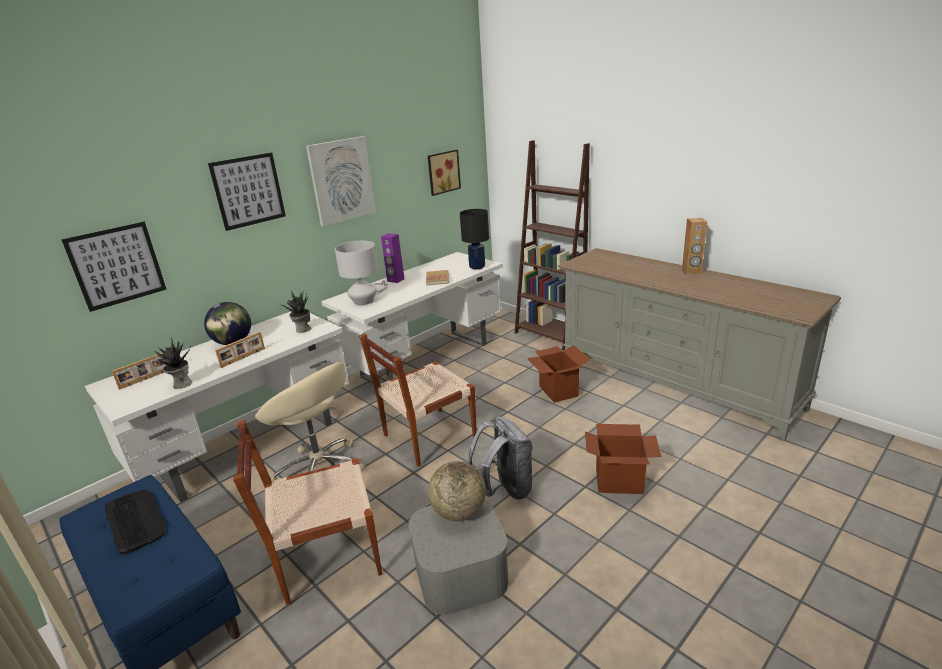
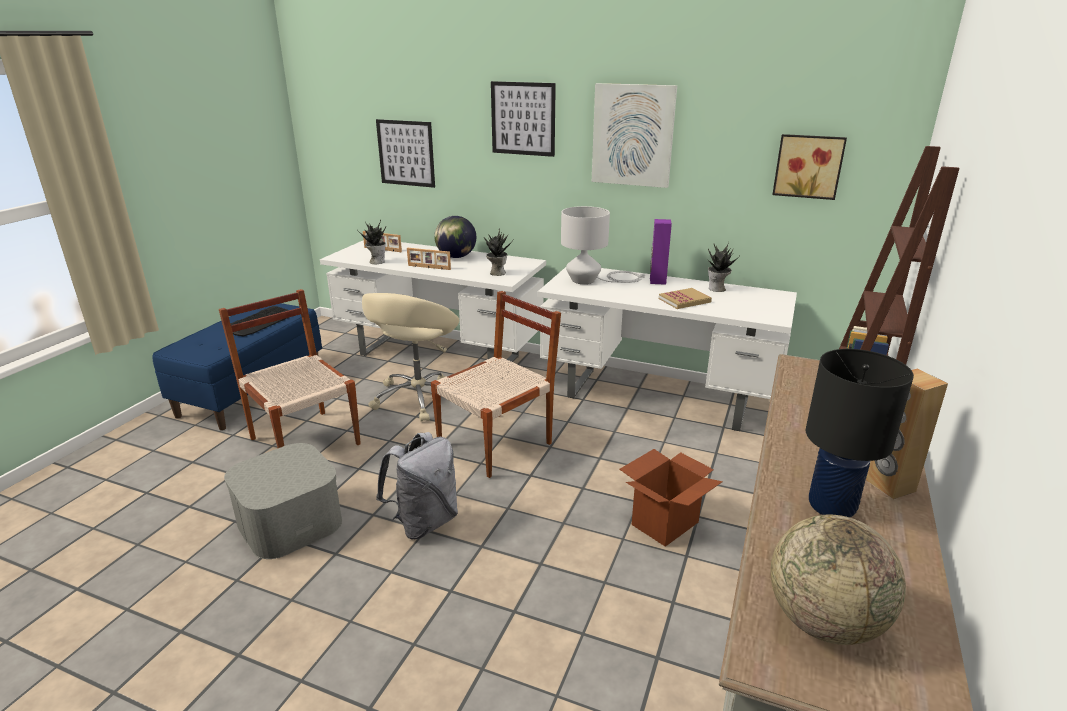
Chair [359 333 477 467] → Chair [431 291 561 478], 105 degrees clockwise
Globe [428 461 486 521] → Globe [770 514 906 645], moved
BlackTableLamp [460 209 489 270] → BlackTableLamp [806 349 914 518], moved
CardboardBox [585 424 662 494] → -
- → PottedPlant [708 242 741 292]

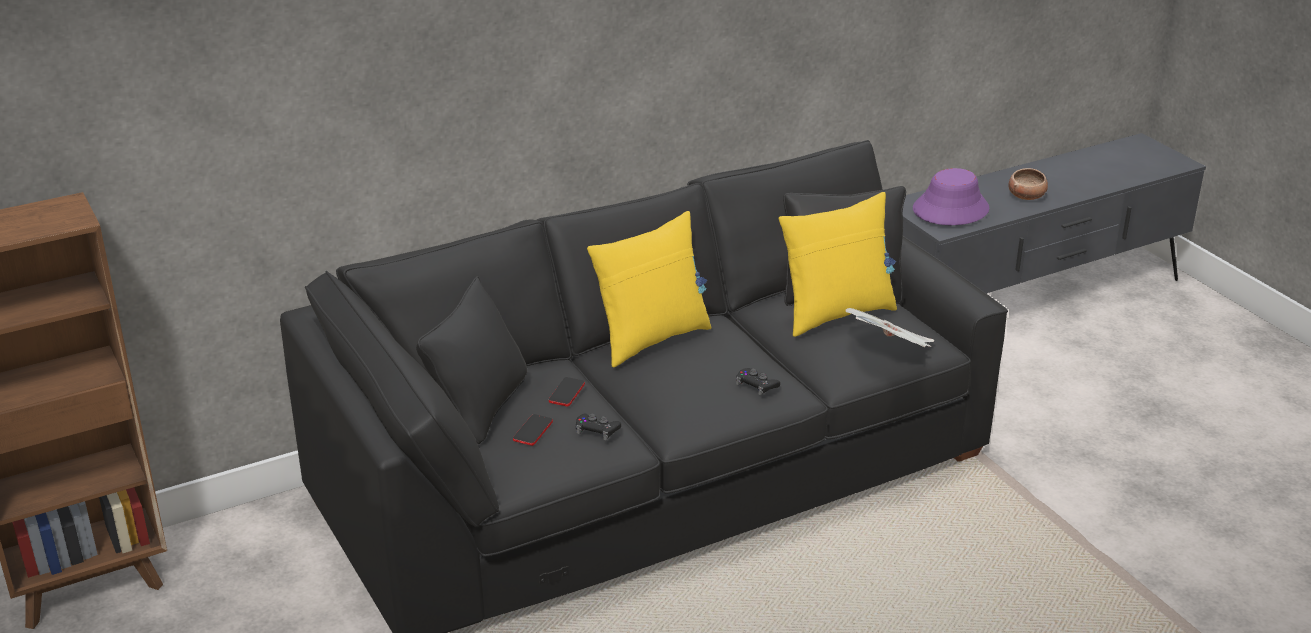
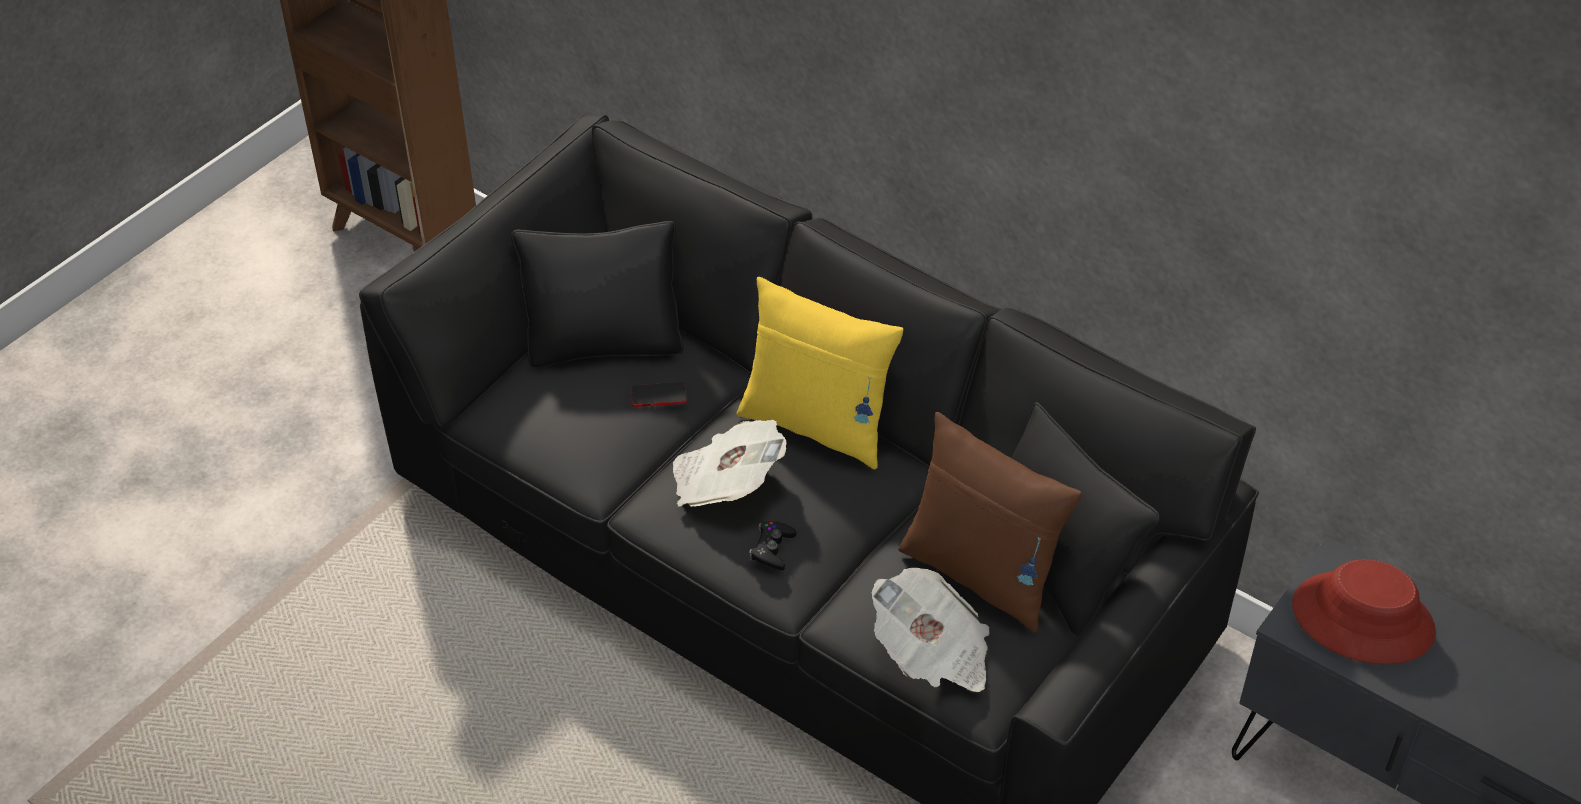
Phone [513 414 553 446] → -
BlackGameController [576 414 621 440] → -
YellowPillow [778 192 897 337] → BrownPillow [898 412 1082 633]
PurpleHat [913 168 990 225] → RedHat [1292 559 1436 664]
Bowl [1009 168 1048 200] → -
- → Newspaper [673 420 786 507]

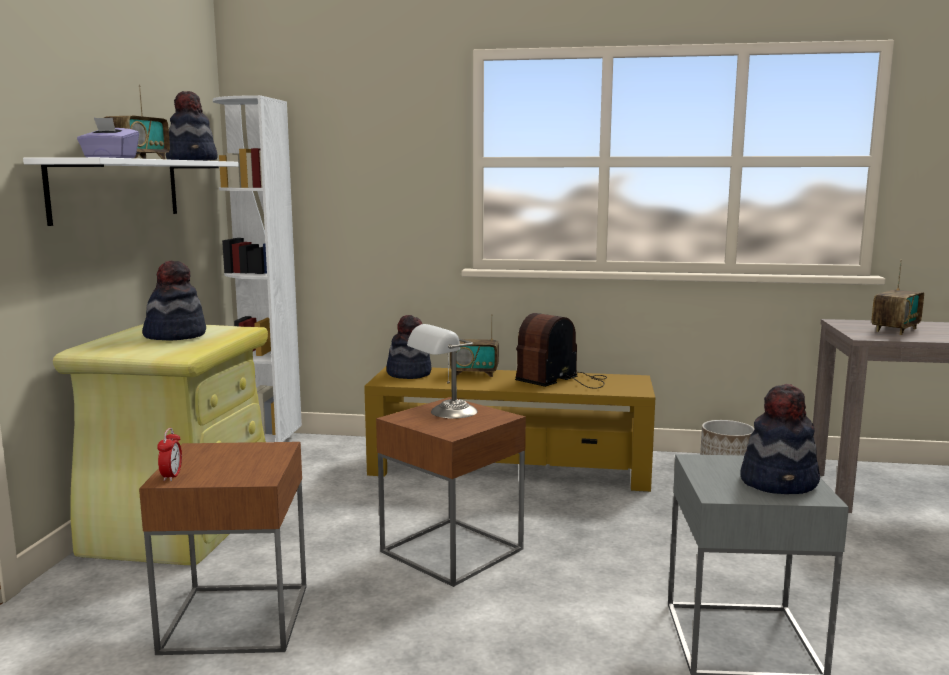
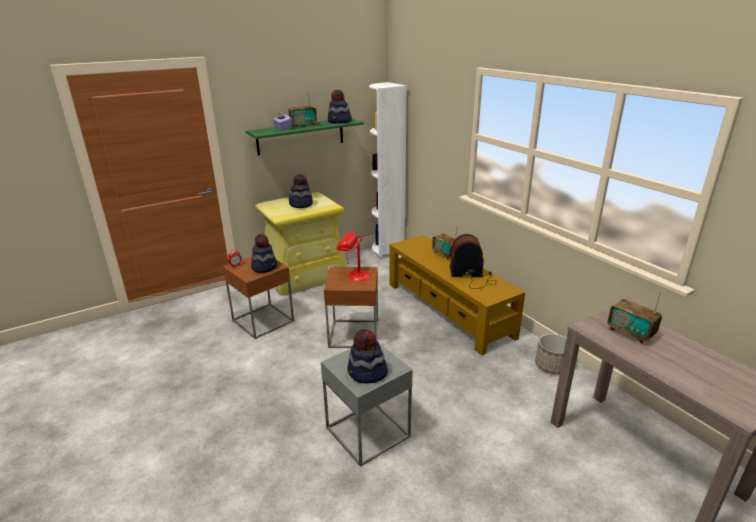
WhiteShelf [23 157 239 226] → GreenShelf [245 119 364 155]
Hat [386 315 432 379] → Hat [251 234 277 273], moved
WhiteTableLamp [407 324 478 419] → RedTableLamp [336 232 370 281]
Radio [872 260 924 335] → Radio [607 292 662 344], 45 degrees clockwise

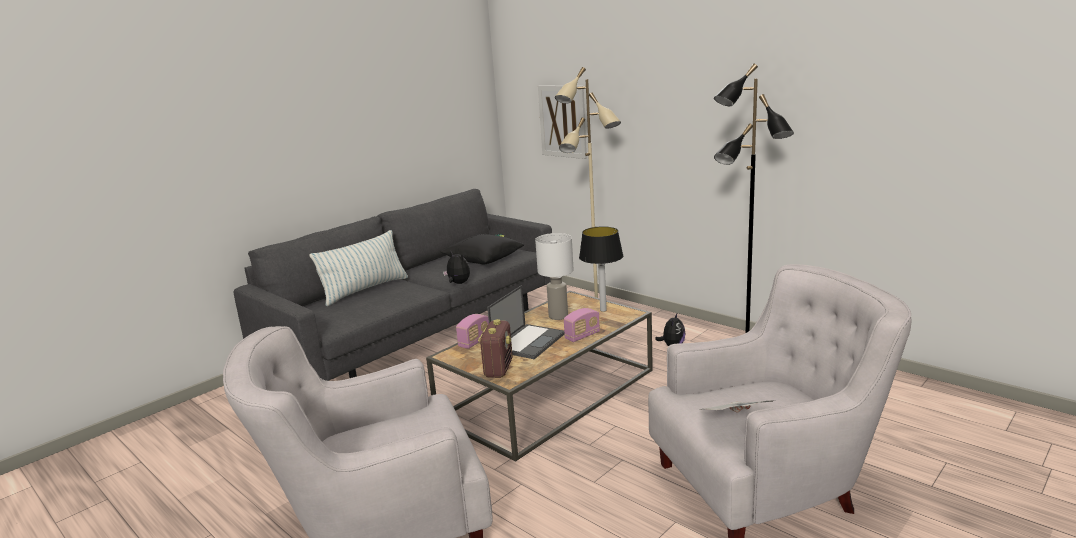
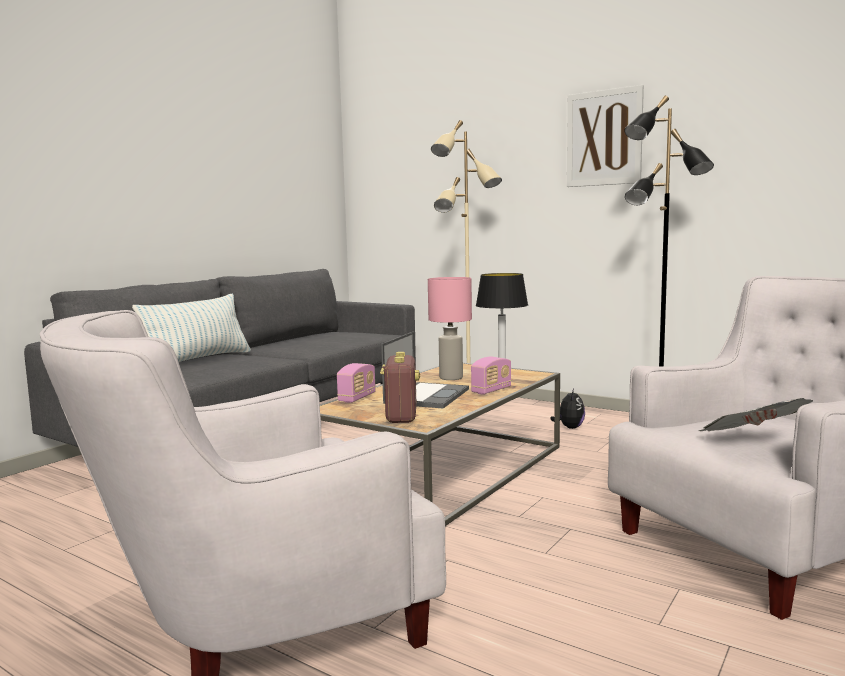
BlackPillow [441 234 524 264] → -
PlushToy [443 251 470 284] → -
WhiteTableLamp [535 233 574 320] → PinkTableLamp [428 277 472 380]
Picture [538 86 587 159] → Picture [567 85 644 187], moved

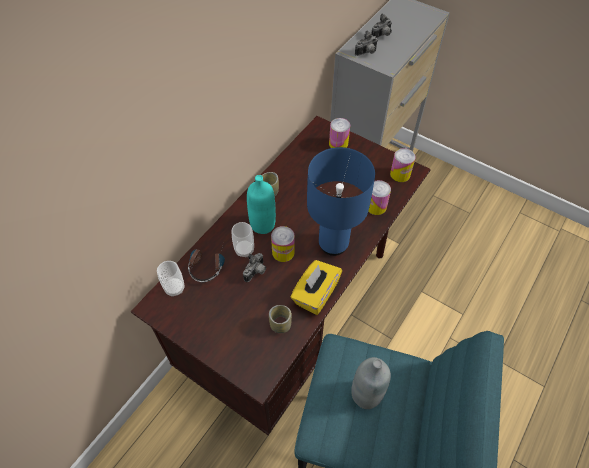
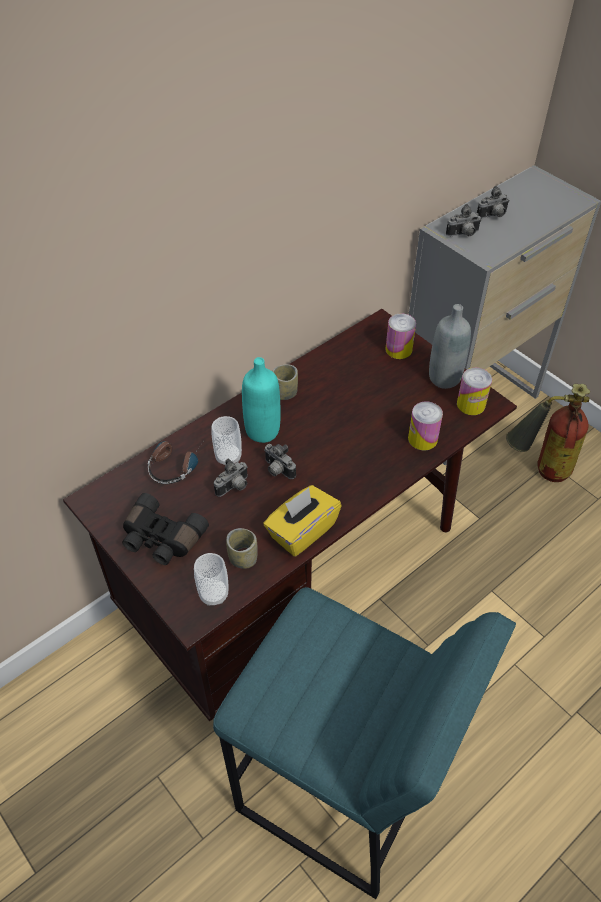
Cup [157 261 185 297] → Cup [194 553 228 606], moved
Can [271 226 295 262] → PhotoCamera [264 444 296 479]
BlueTableLamp [307 147 375 256] → -
GreyBottle [351 357 391 409] → GreyBottle [429 304 471 389], moved
- → BlackBinoculars [122 493 209 565]
- → FireExtinguisher [506 384 590 482]

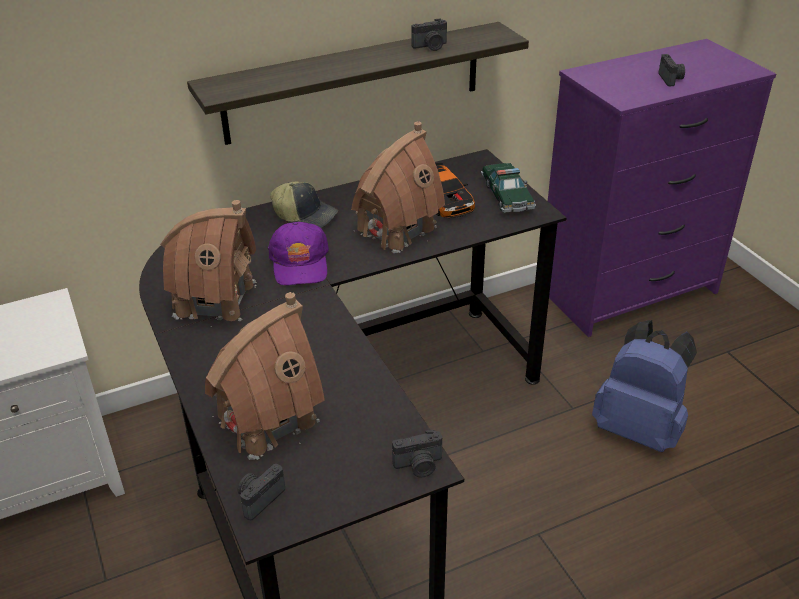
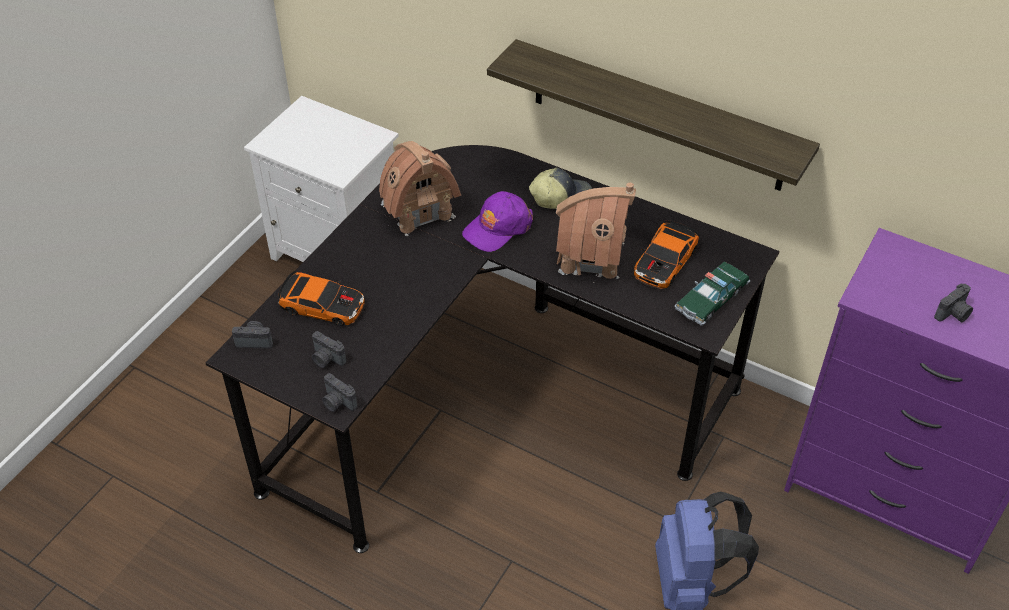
ToyHouse [205 292 325 460] → ToyCar [278 271 366 326]
Cap [270 181 338 228] → Cap [529 168 592 209], 90 degrees counterclockwise
PhotoCamera [411 18 447 51] → PhotoCamera [312 331 346 368], moved

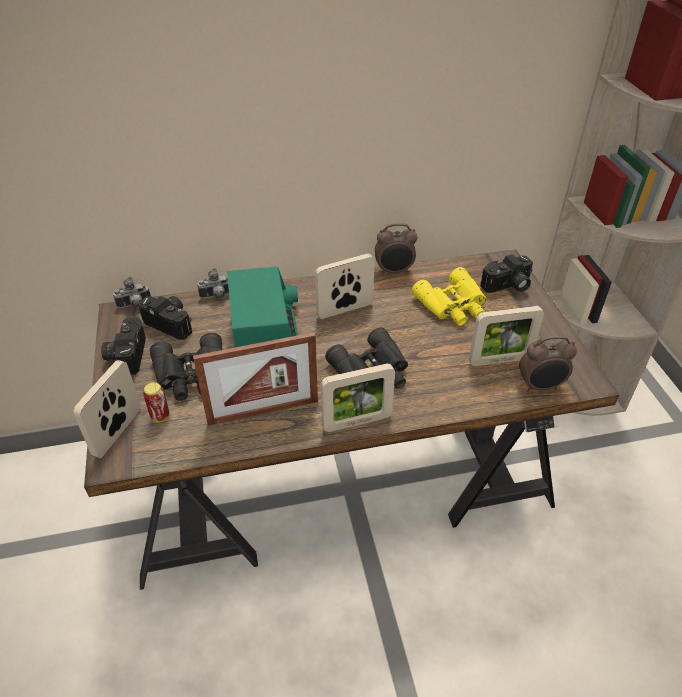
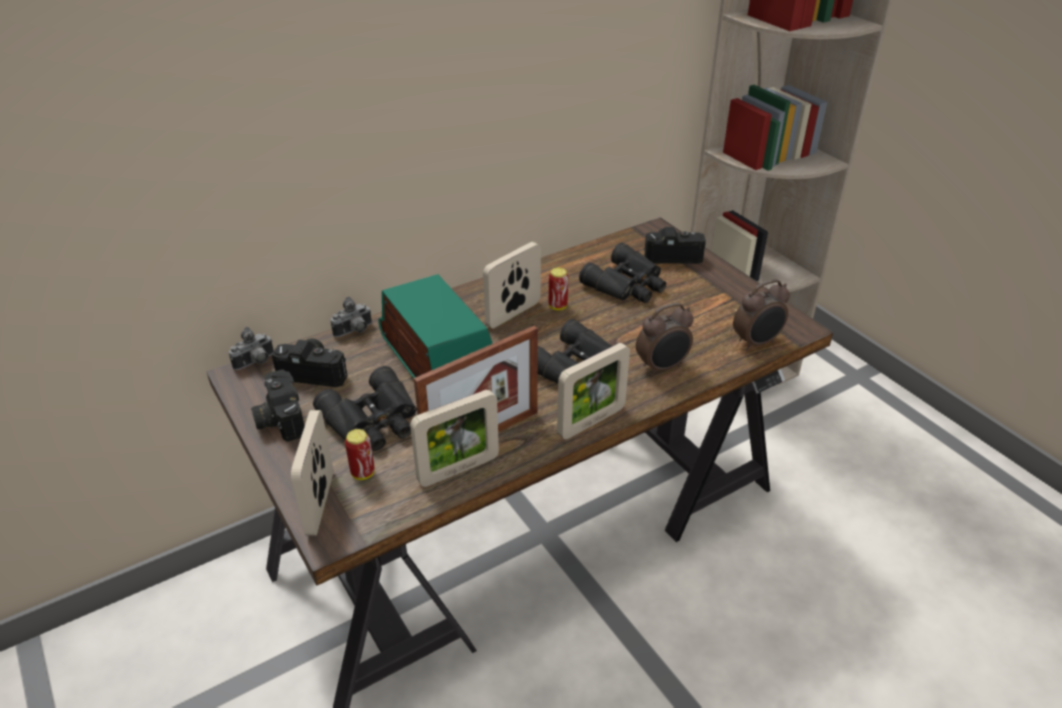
AlarmClock [375 223 418 275] → AlarmClock [636 303 694 376], moved
YellowBinoculars [412 267 486 326] → BlackBinoculars [579 243 666 303]
PictureFrame [469 306 544 366] → PictureFrame [410 390 499 487], moved
PhotoCamera [480 254 533 293] → PhotoCamera [644 227 706 264], 135 degrees counterclockwise
- → Can [549 268 568 310]

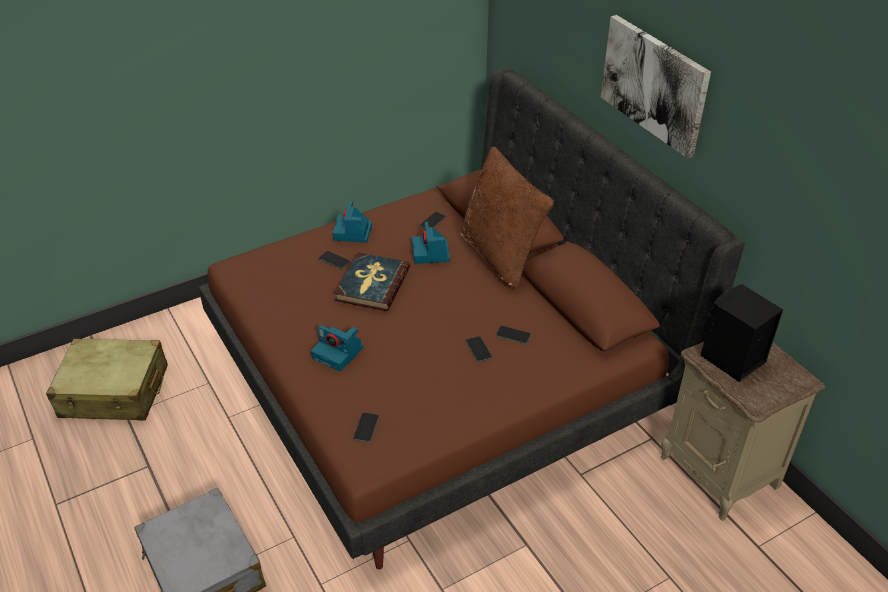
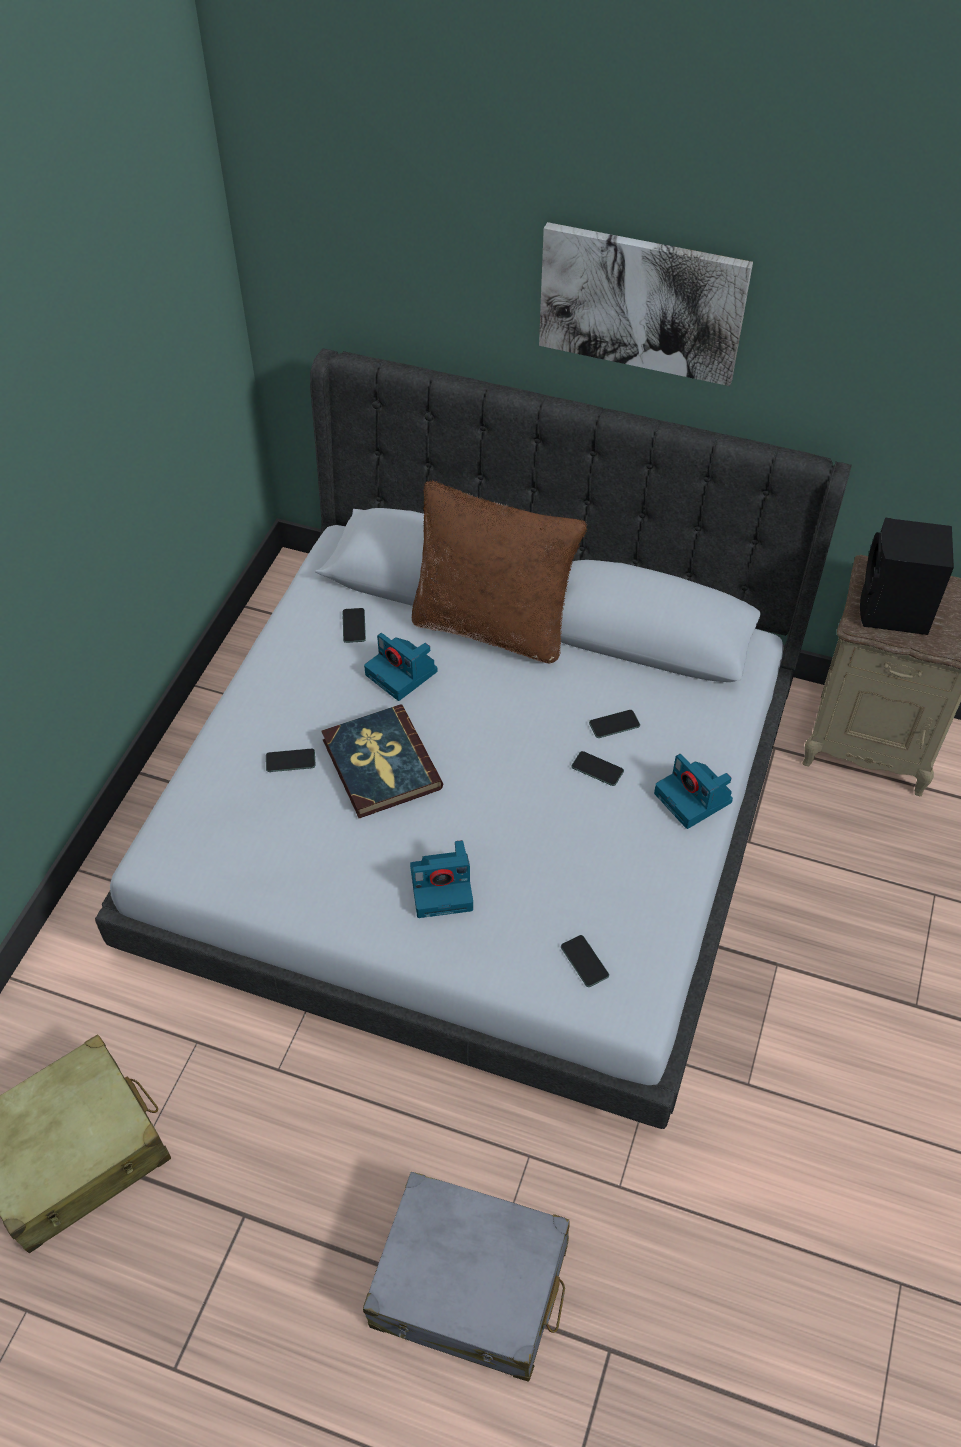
BrownBed [199 67 745 570] → GreyBed [95 348 852 1129]
PhotoCamera [332 201 372 243] → PhotoCamera [654 754 733 829], moved

